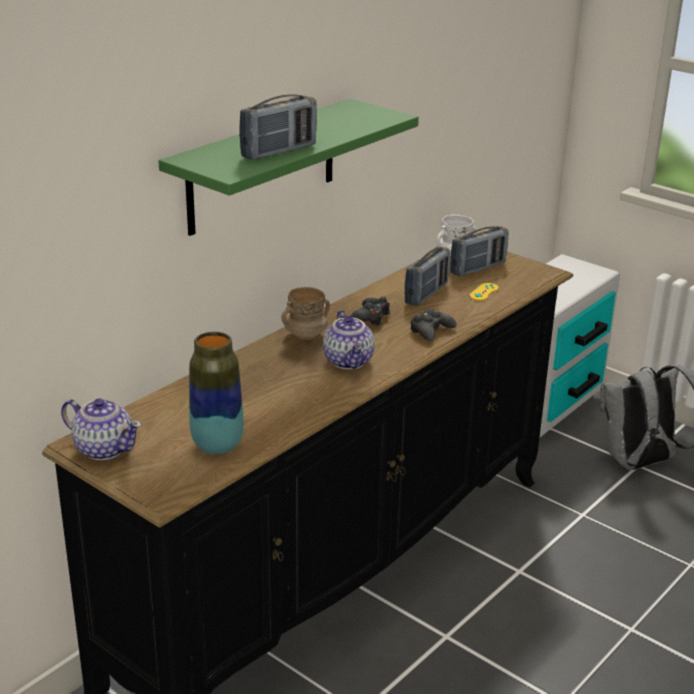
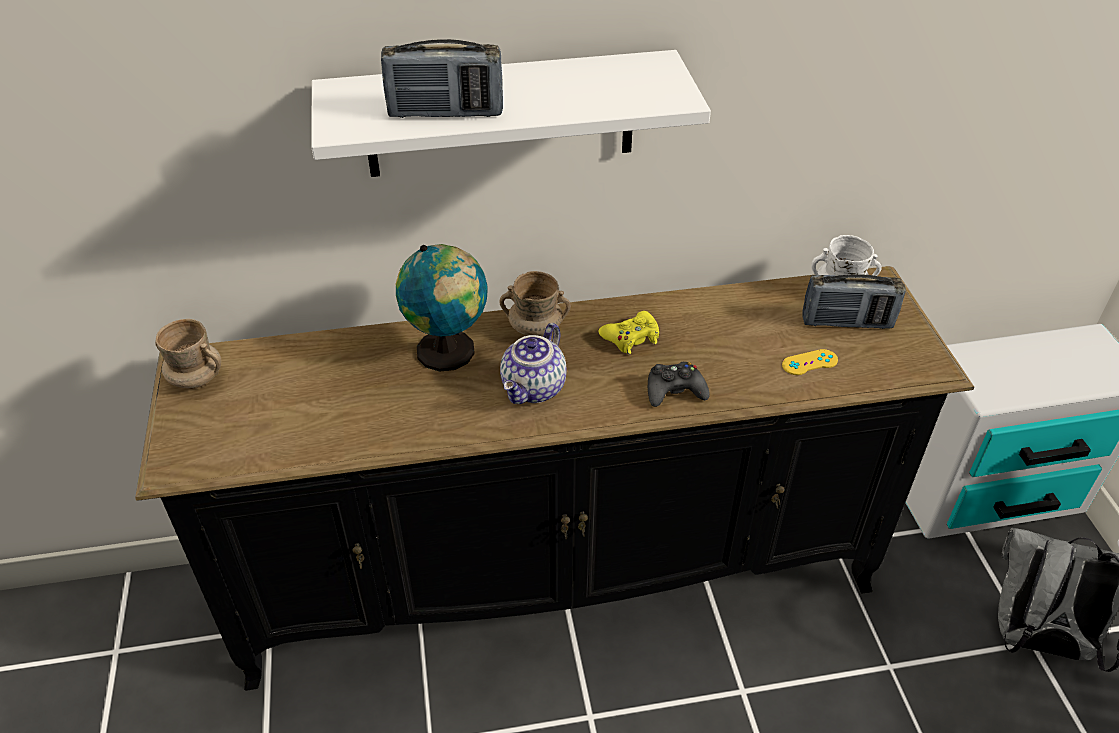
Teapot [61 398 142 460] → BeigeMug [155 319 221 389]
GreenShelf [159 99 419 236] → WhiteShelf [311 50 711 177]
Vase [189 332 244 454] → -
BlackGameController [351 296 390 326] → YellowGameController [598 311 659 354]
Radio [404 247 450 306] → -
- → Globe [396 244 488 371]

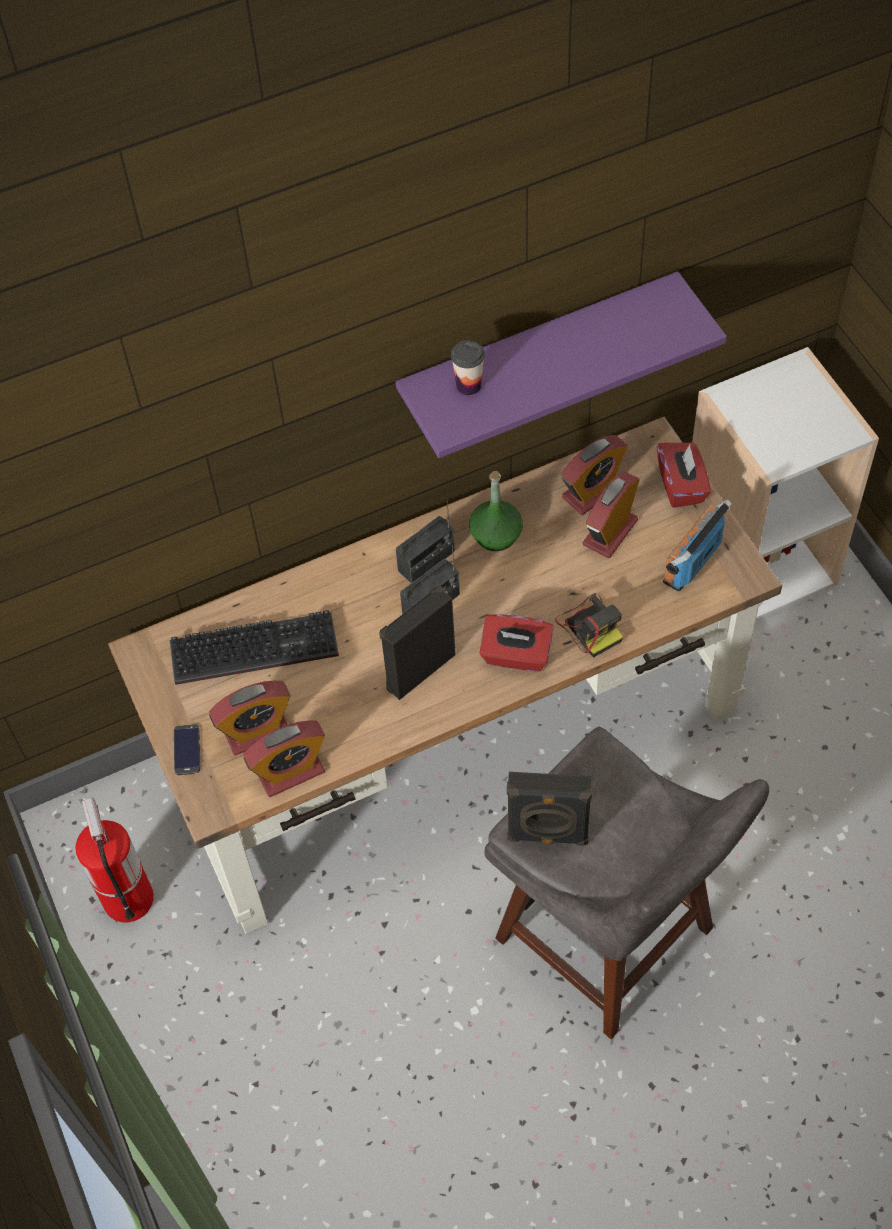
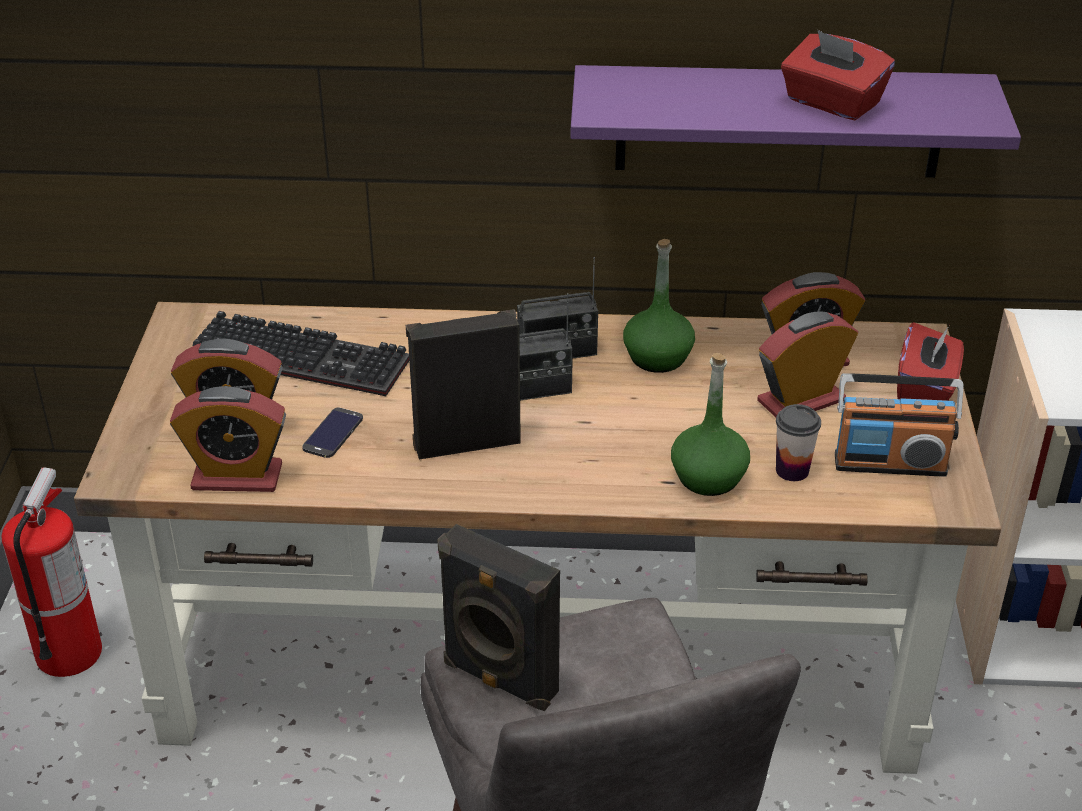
Phone [174 724 200 775] → Phone [302 408 363 458], moved
Cup [451 340 485 395] → Cup [776 404 821 481], moved
RedTissueBox [480 614 554 671] → RedTissueBox [781 30 895 120], moved
PhotoCamera [555 593 623 658] → GreenBottle [671 353 750 496]
Radio [663 499 732 591] → Radio [835 373 964 477], 150 degrees counterclockwise

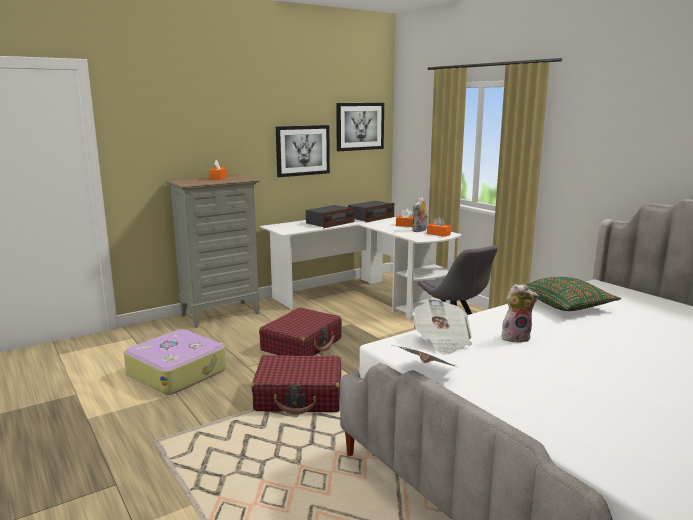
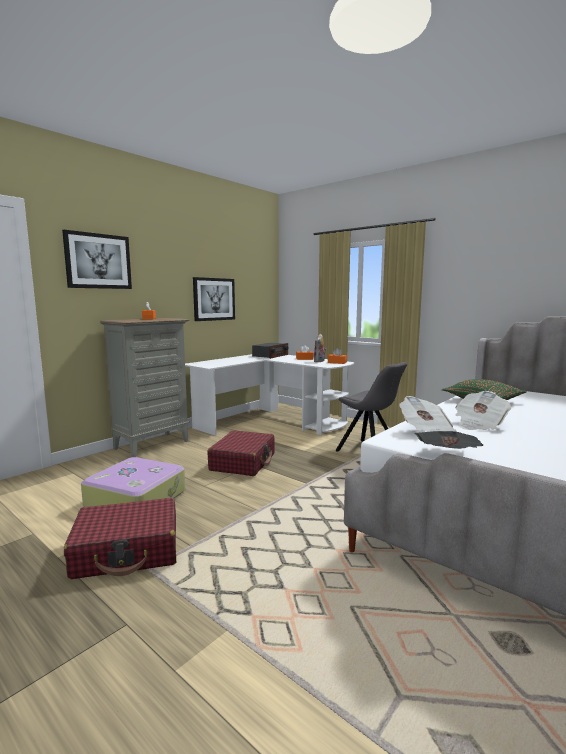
RedSuitcase [251 355 341 415] → RedSuitcase [64 498 176 579], moved
Radio [306 205 354 228] → -
Picture [336 103 384 151] → Picture [62 230 132 289], moved
PlushToy [502 284 539 343] → Newspaper [455 391 512 430]

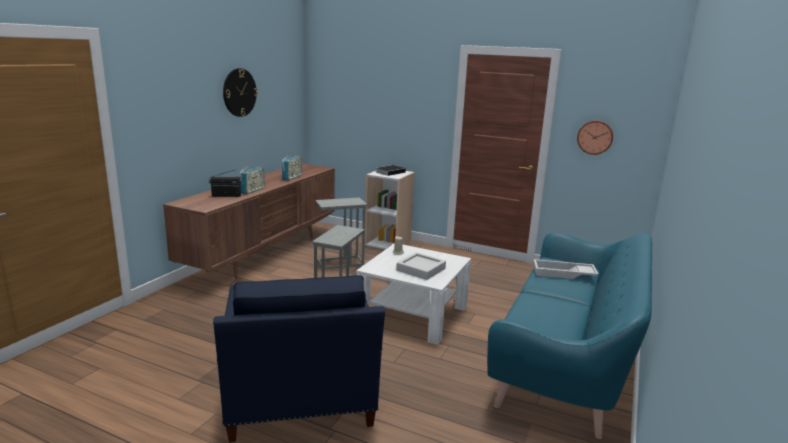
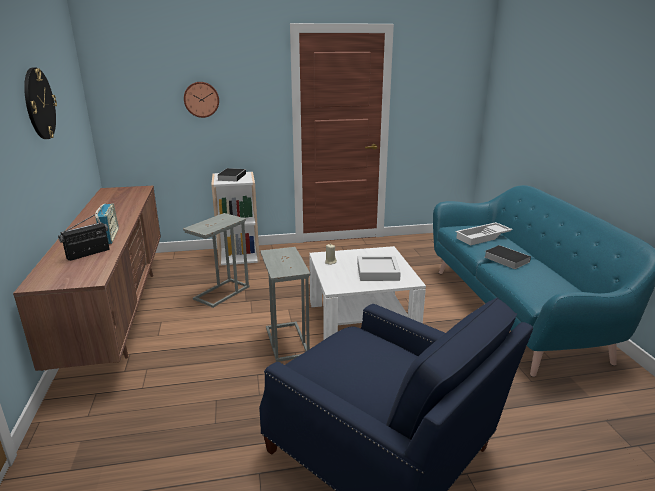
Radio [282 155 302 180] → -
WallClock [577 120 613 155] → WallClock [184 82 219 118], moved
- → Book [484 245 531 269]

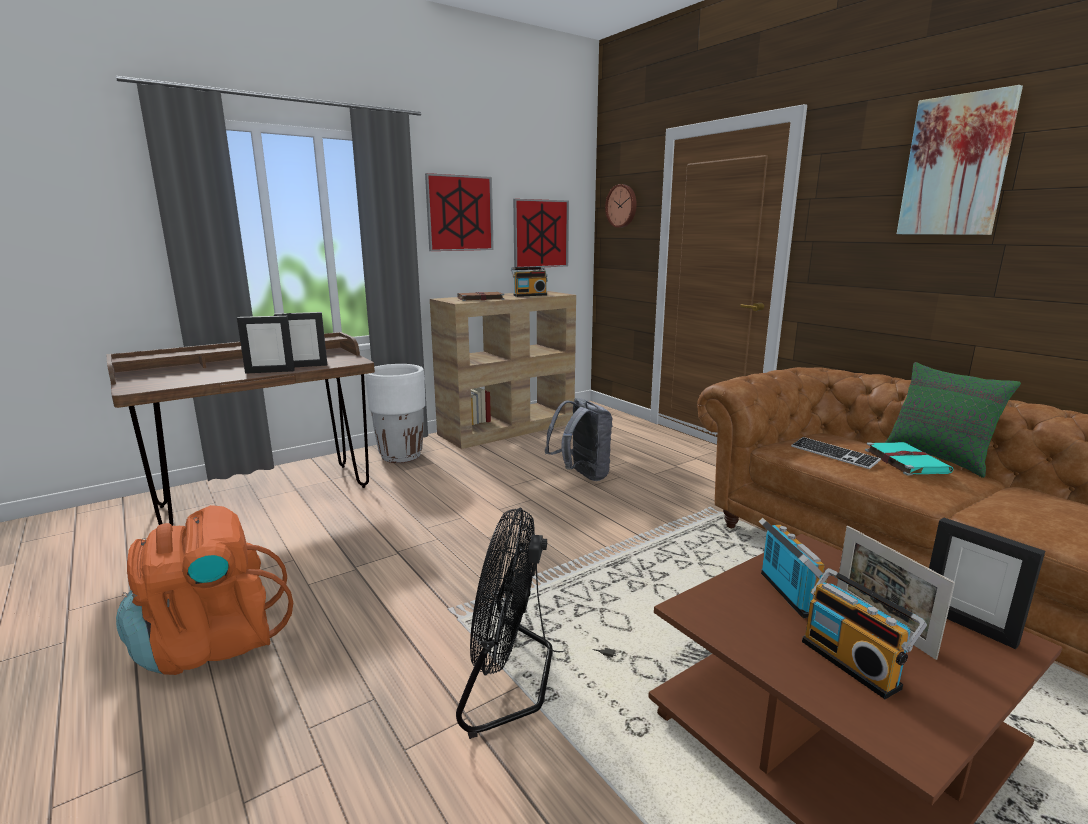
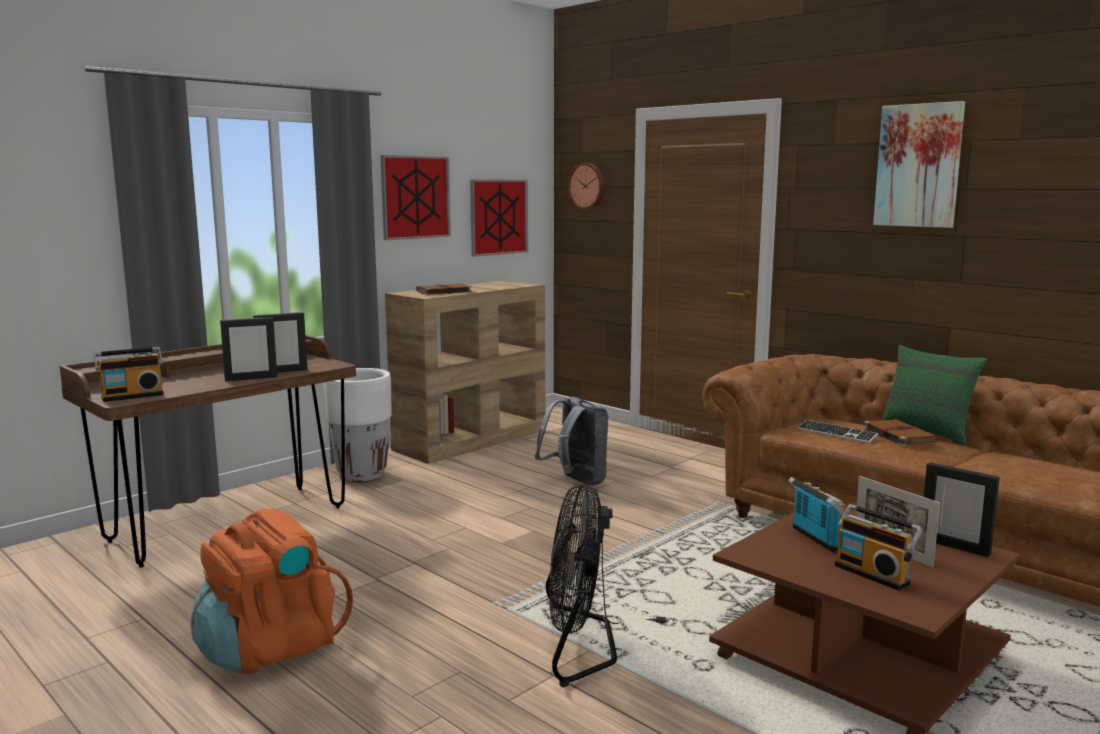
Radio [511 267 548 297] → Radio [93 347 164 402], moved
TurquoiseBook [865 442 954 476] → BrownBook [863 419 939 446]

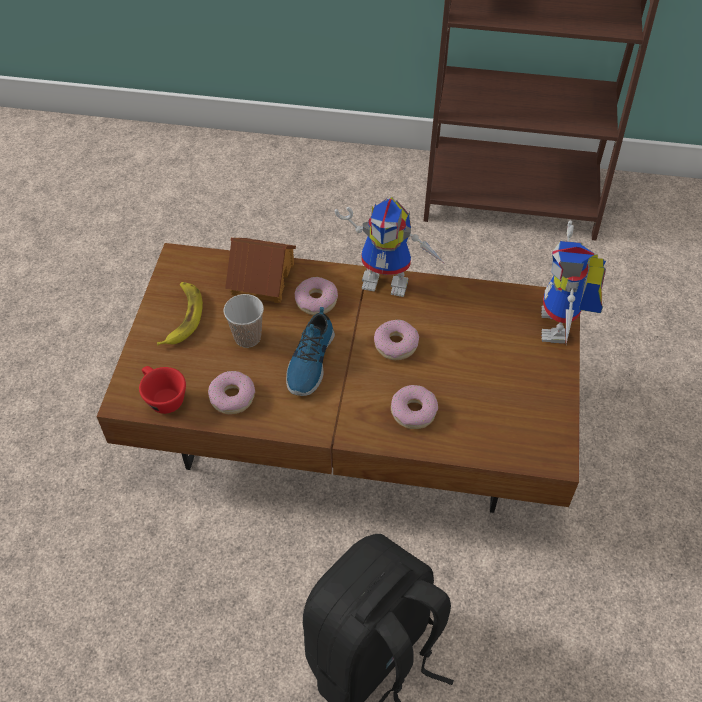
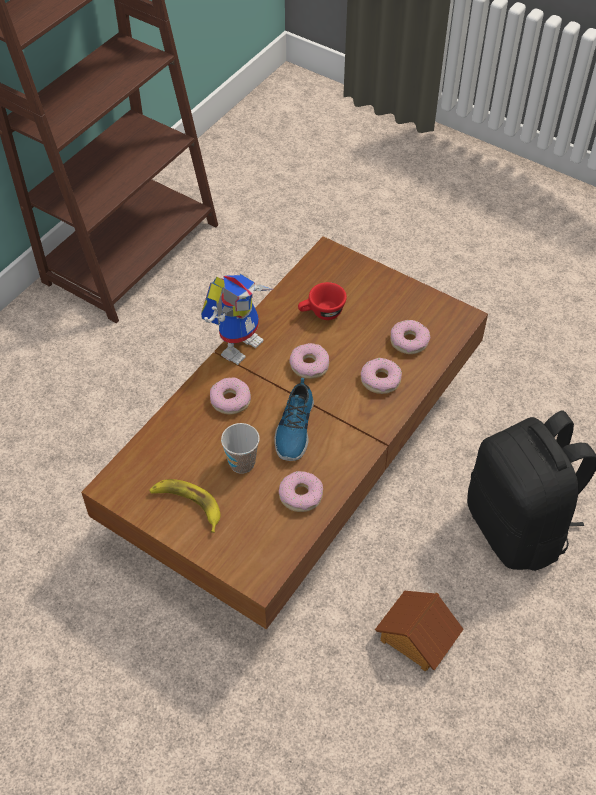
RedCup [139 366 186 414] → RedCup [298 282 347 320], moved
ToyHouse [225 238 296 303] → ToyHouse [375 591 464 672], moved
Shoe [286 307 335 396] → Shoe [274 378 314 461], 60 degrees clockwise
ToyRobot [541 220 606 344] → -
- → Donut [391 320 430 354]

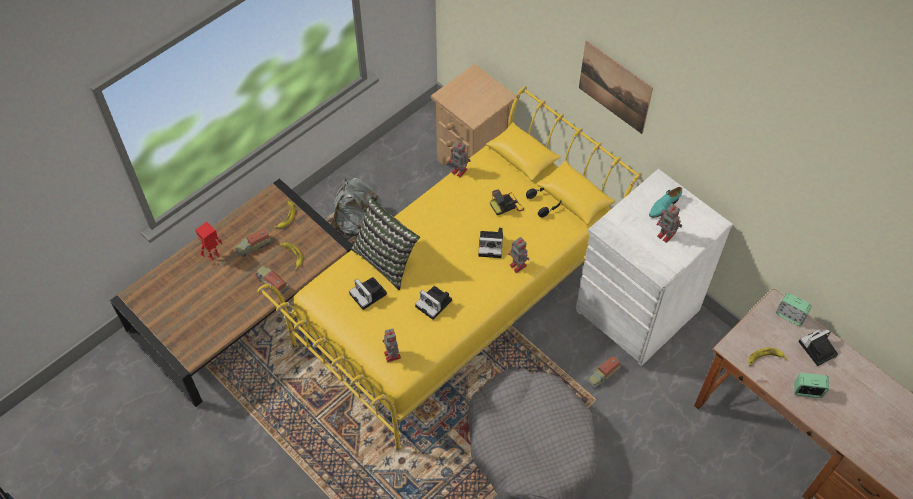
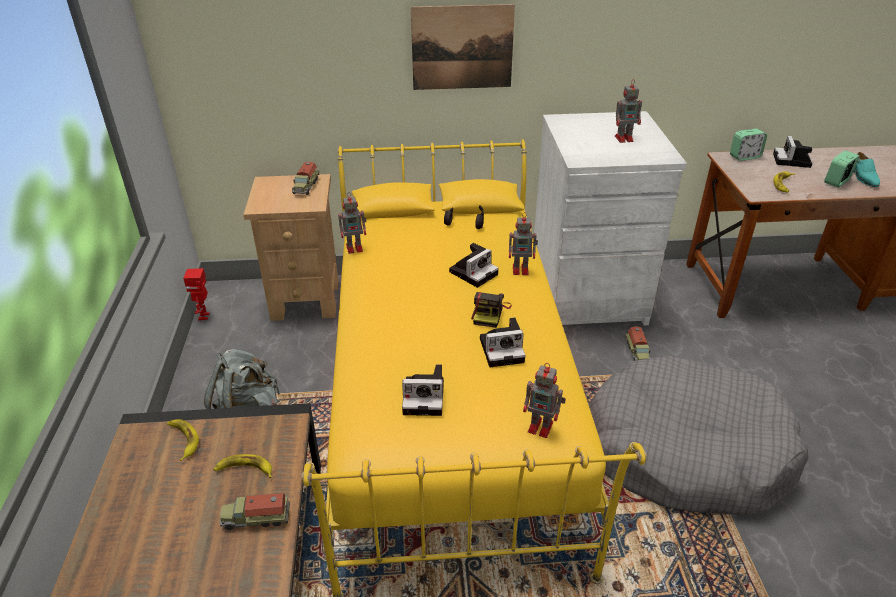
ToyRobot [195 222 222 261] → ToyRobot [183 268 210 320], moved
ToyTruck [235 228 272 257] → ToyTruck [292 162 319 195], moved
Pillow [351 198 420 290] → -
PhotoCamera [490 190 524 215] → PhotoCamera [471 292 512 328], moved
TurquoiseShoe [649 187 682 218] → TurquoiseShoe [854 152 880 187], moved

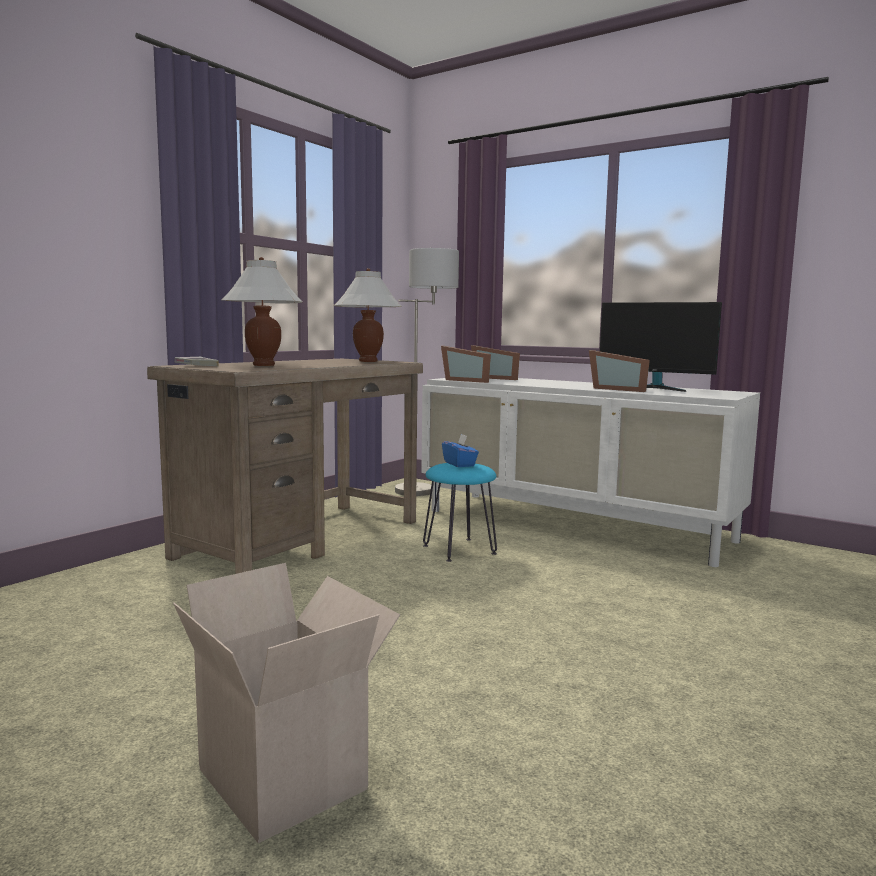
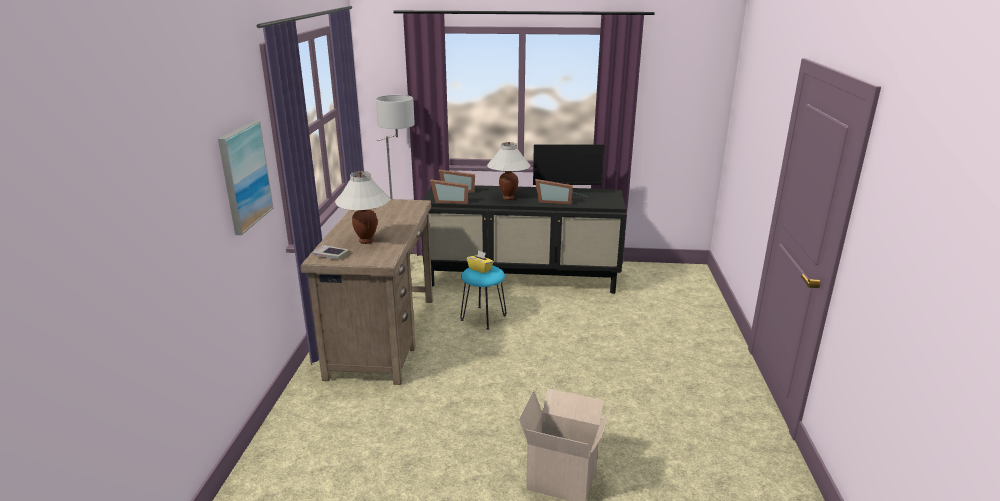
WhiteTableLamp [334 268 402 362] → WhiteTableLamp [487 142 530 200], moved
WhiteCabinet [422 378 760 567] → BlackCabinet [422 185 626 294]
BlueTissueBox [442 434 479 467] → YellowTissueBox [467 250 494 273]
- → Picture [218 120 273 235]

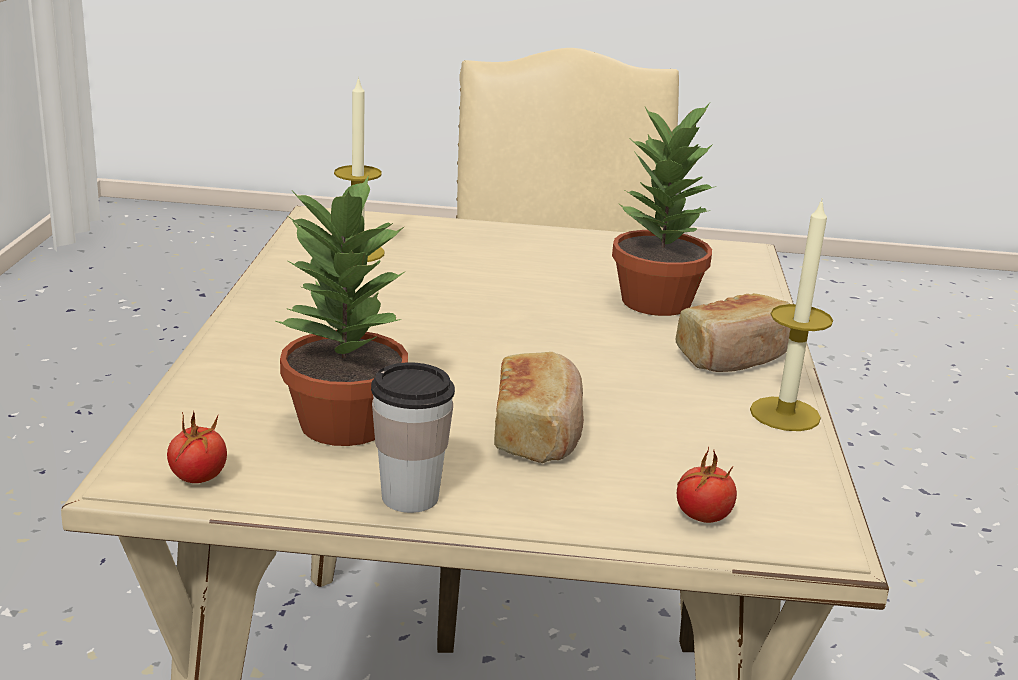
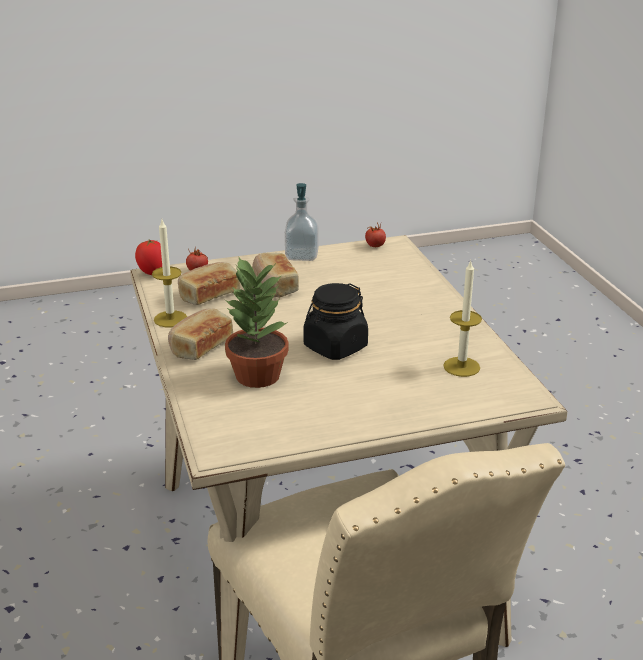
PottedPlant [276 175 408 446] → -
Cup [371 362 455 513] → SoapDispenser [285 183 319 261]
- → Tomato [135 240 162 275]
- → Bread [178 262 240 305]
- → BlackJar [303 283 368 360]

